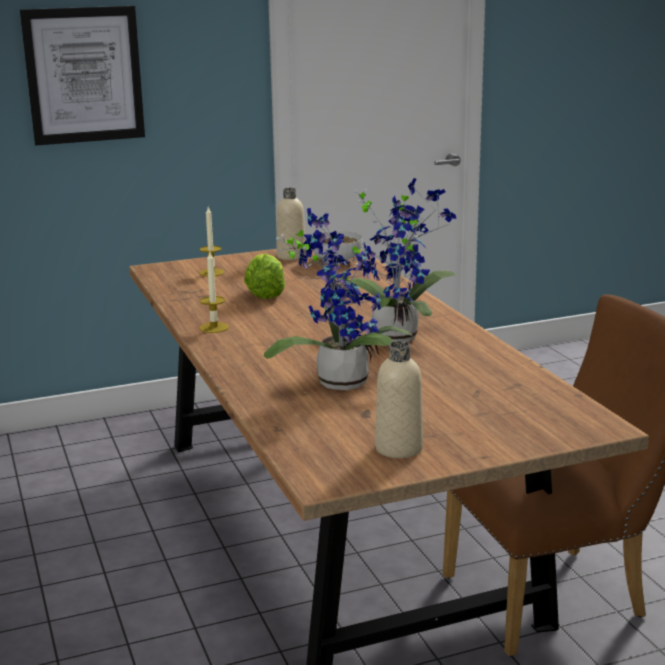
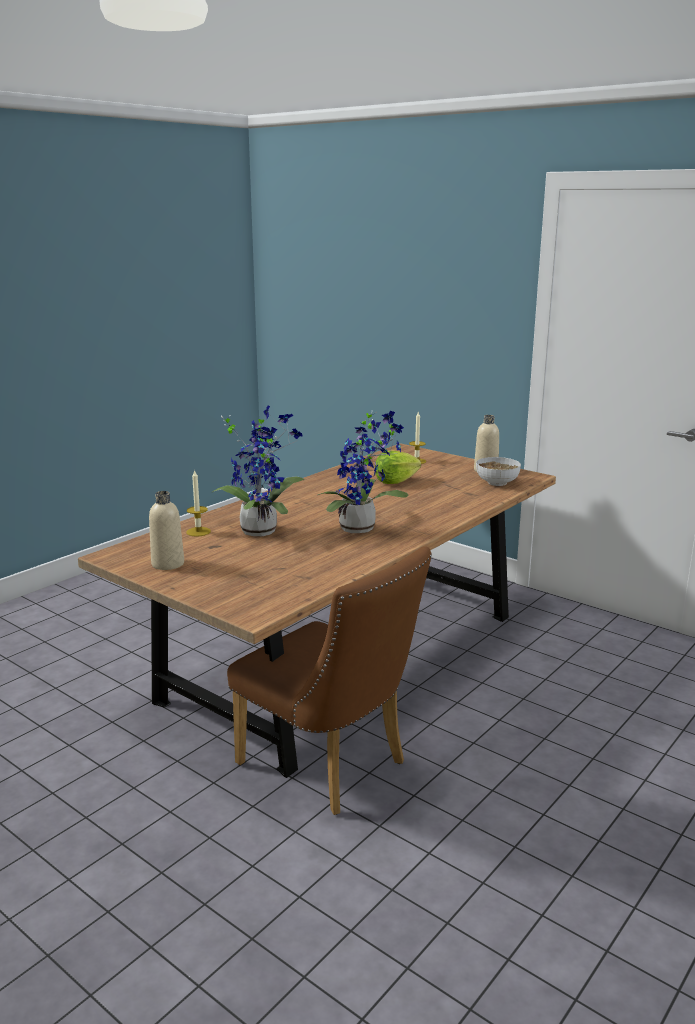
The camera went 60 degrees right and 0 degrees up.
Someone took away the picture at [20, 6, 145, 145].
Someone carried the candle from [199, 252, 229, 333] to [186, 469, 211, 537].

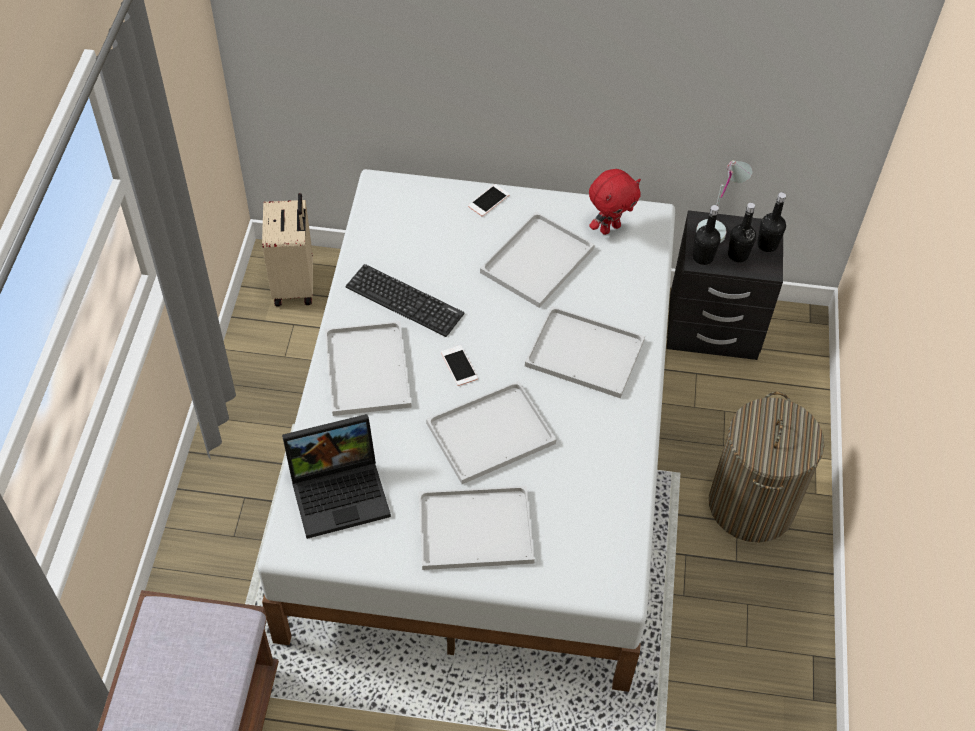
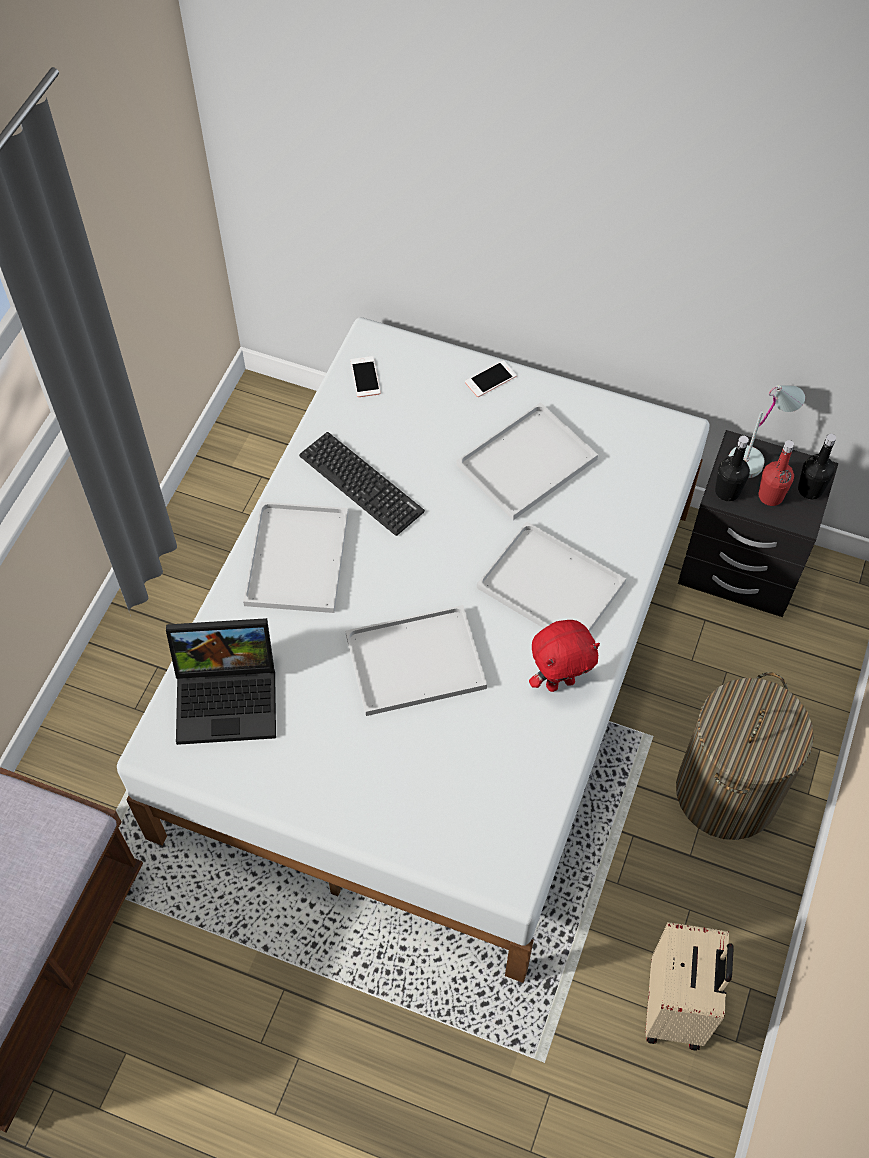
The camera went 15 degrees right and 5 degrees up.
Someone took away the white tray at [418, 486, 535, 570].
Someone carried the beige suitcase from [262, 193, 313, 306] to [645, 922, 734, 1051].
Someone carried the phone from [441, 345, 478, 386] to [350, 356, 381, 397].
Someone carried the red plush toy from [589, 169, 641, 235] to [529, 620, 600, 692].
Someone repainted the black bottle at [728, 203, 756, 263], which became the red bottle at [759, 440, 794, 506].

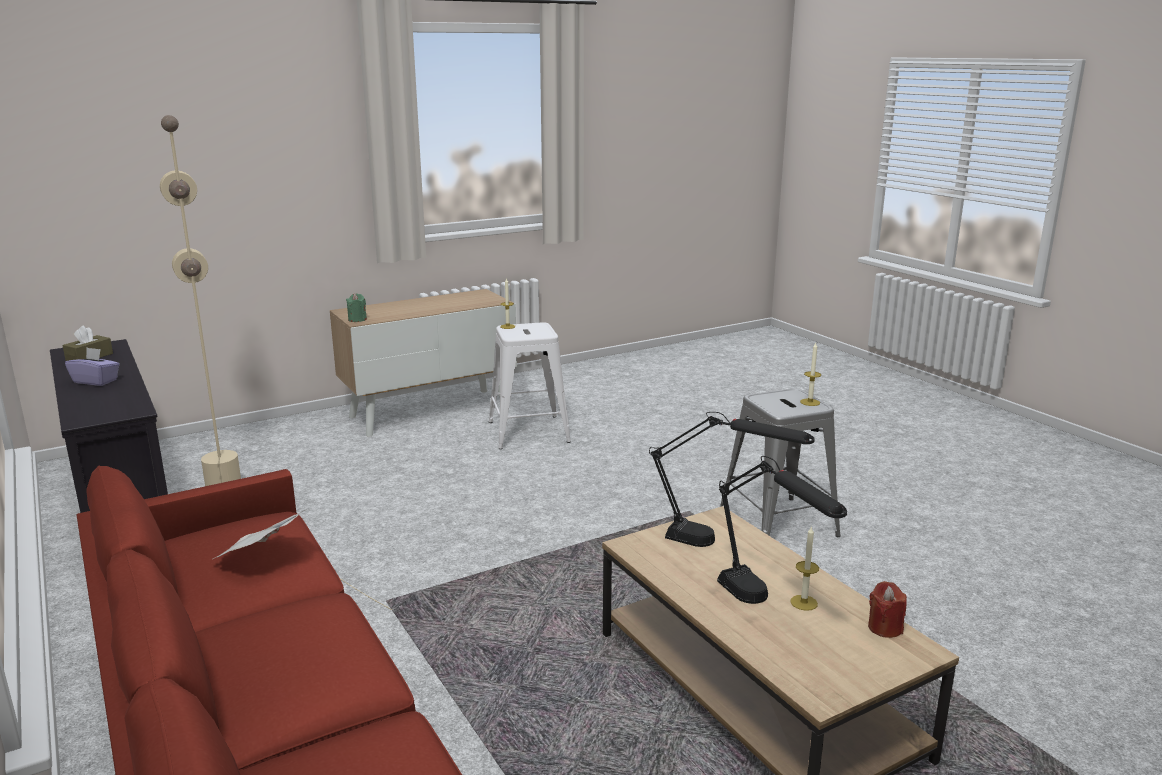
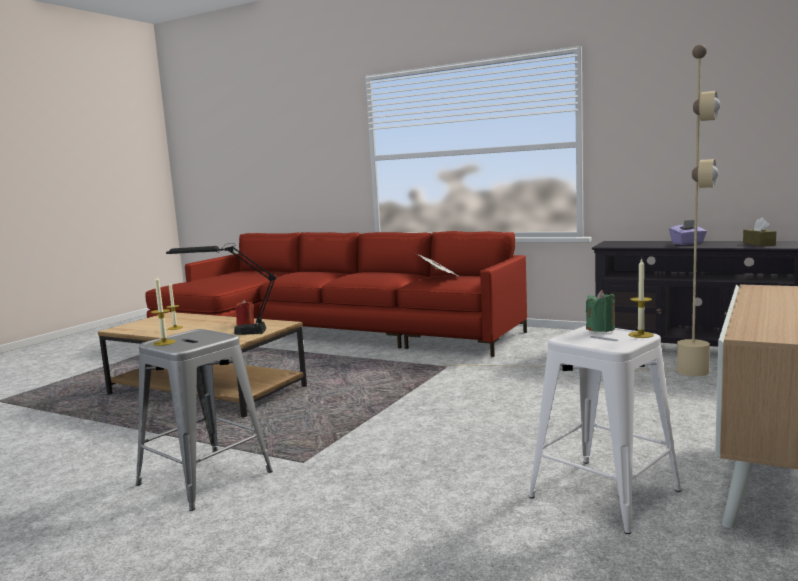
The camera went 150 degrees right and 10 degrees down.
Someone took away the black table lamp at [717, 456, 847, 604].
Someone carried the green candle from [346, 293, 367, 322] to [586, 290, 615, 332].
Someone carried the red candle from [868, 581, 907, 638] to [235, 299, 254, 325].

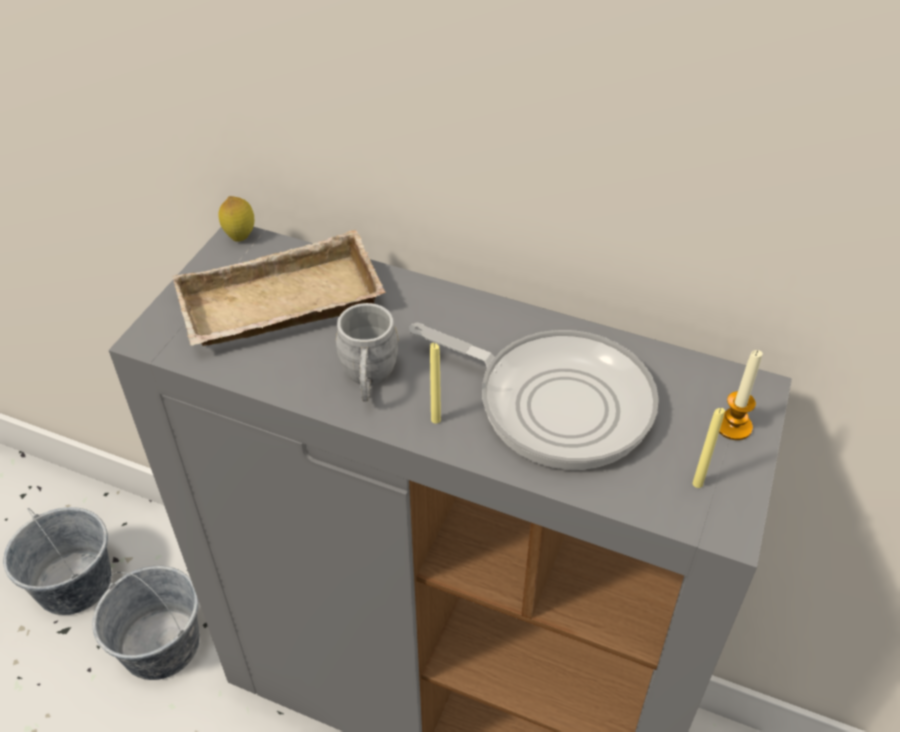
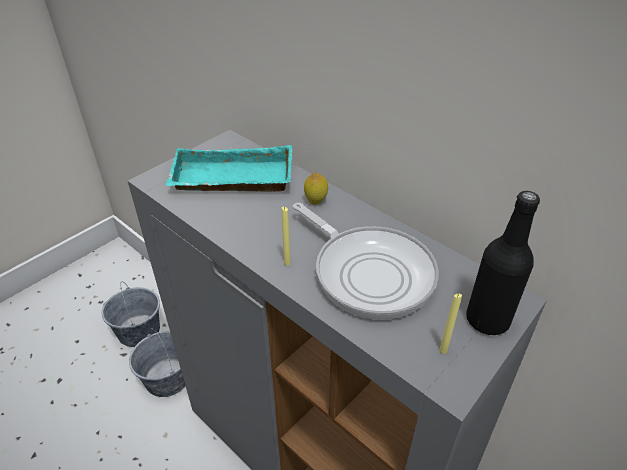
The camera went 20 degrees right and 5 degrees down.
Someone took away the grey mug at [336, 303, 399, 401].
Someone carried the lemon from [218, 196, 255, 242] to [304, 173, 328, 205].
Someone swapped the candle at [719, 350, 763, 440] for the black bottle at [466, 191, 540, 335].
Someone repainted the beige tray at [172, 230, 386, 346], which became the turquoise tray at [166, 145, 293, 192].

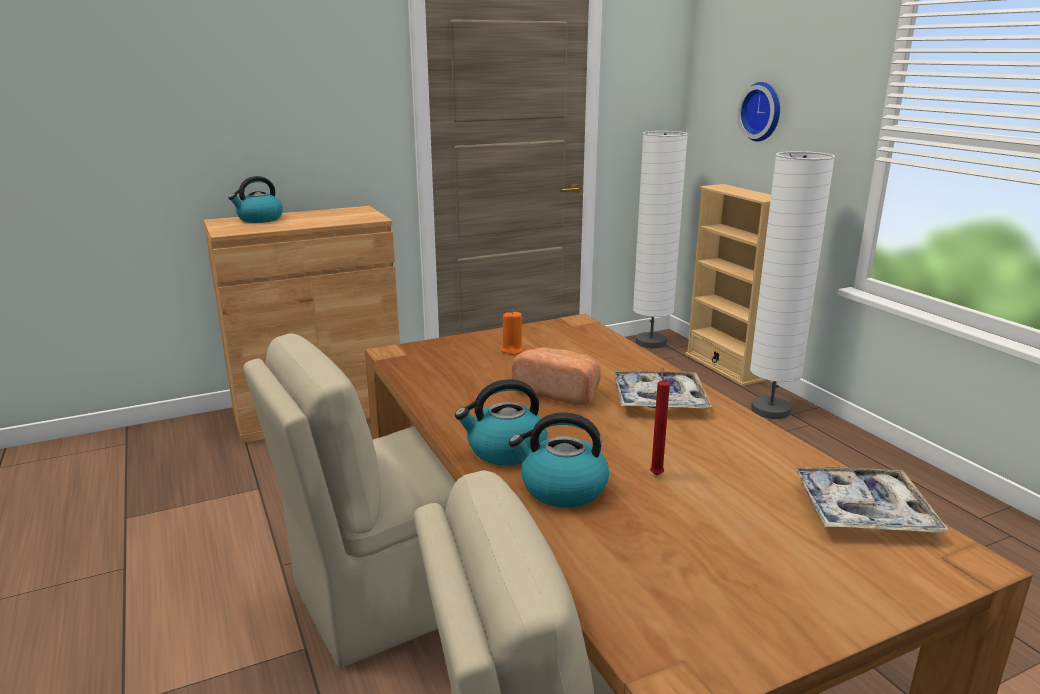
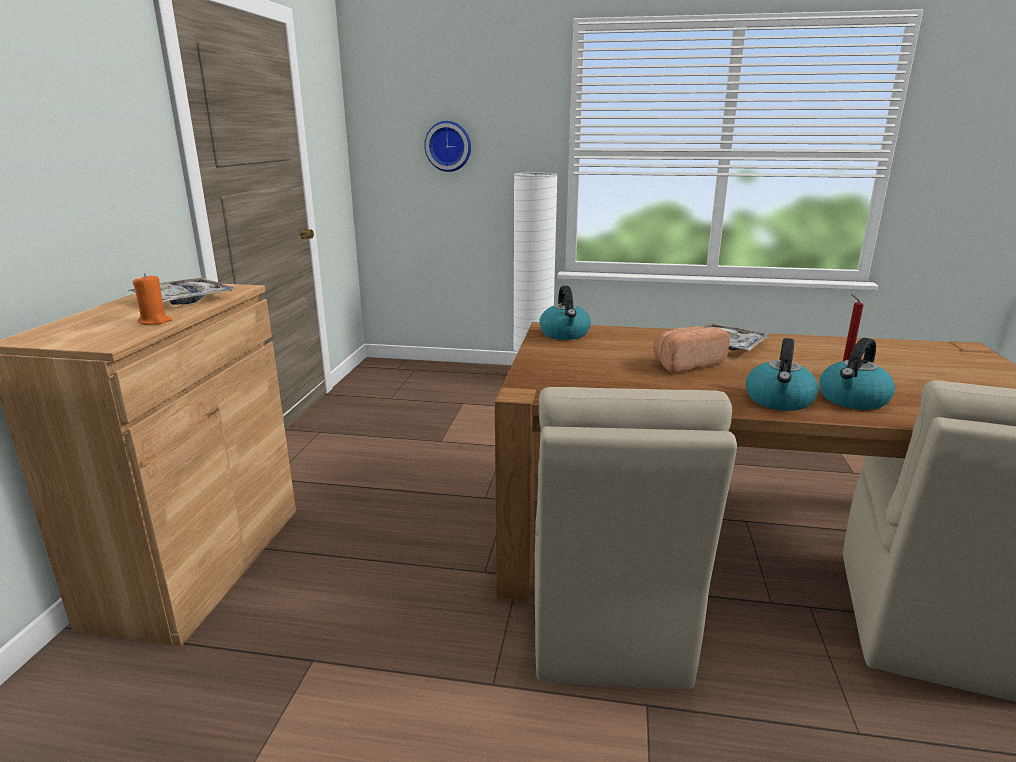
The camera went 55 degrees left and 0 degrees up.
Someone took away the white floor lamp at [633, 131, 688, 348].
Someone took away the beige bookcase at [685, 184, 771, 386].
Someone carried the kettle from [228, 176, 283, 223] to [539, 286, 591, 340].
Someone carried the orange candle from [501, 310, 525, 355] to [133, 273, 172, 325].
Someone carried the tray from [794, 467, 948, 533] to [129, 278, 235, 305].

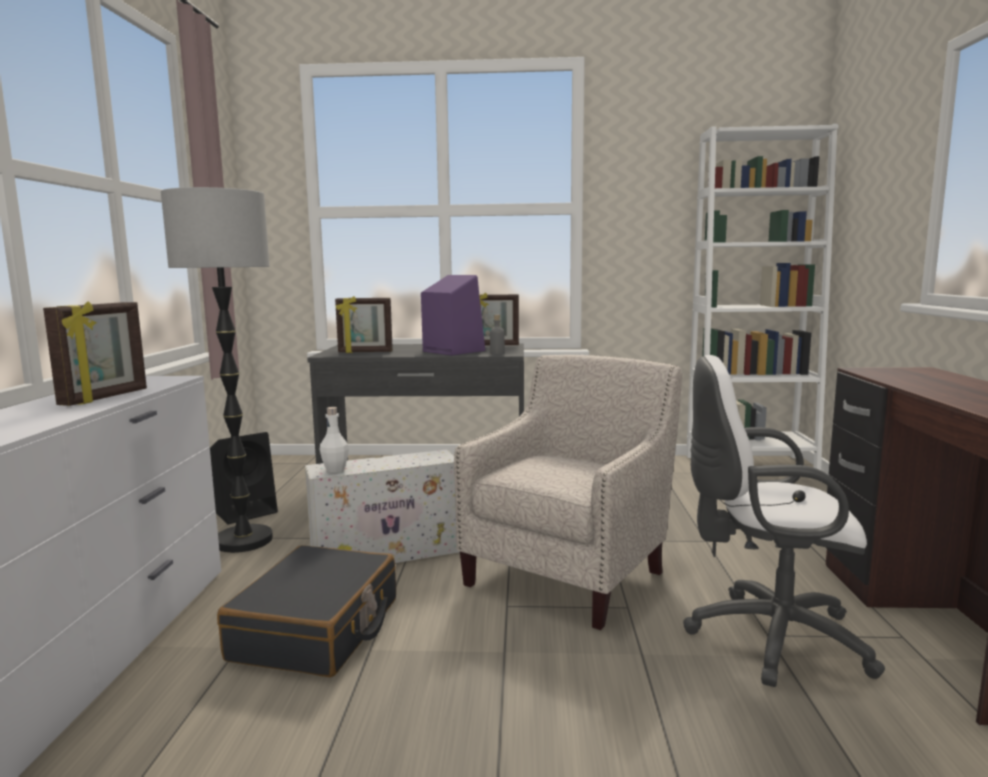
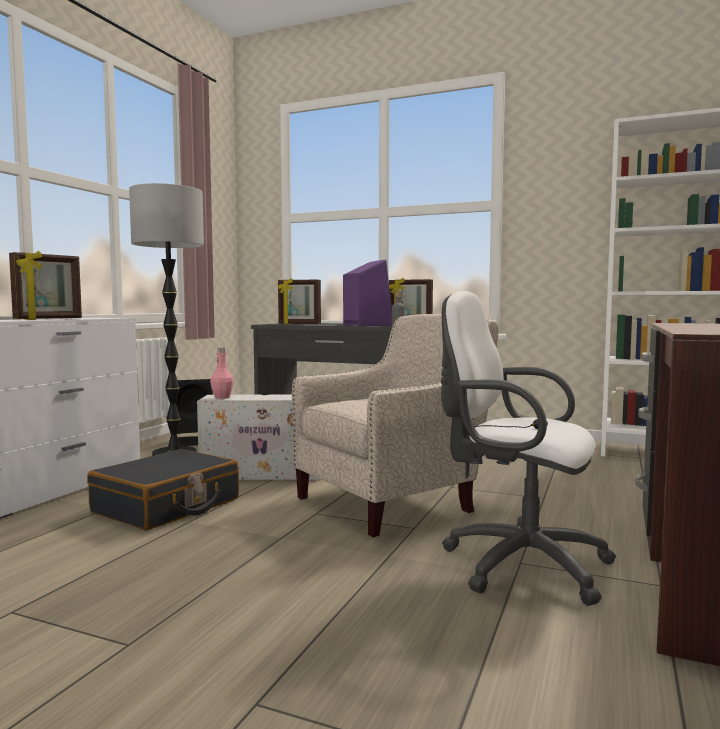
The camera went 20 degrees right and 5 degrees down.
Someone repainted the white bottle at [319, 407, 349, 473], which became the pink bottle at [210, 347, 234, 399].

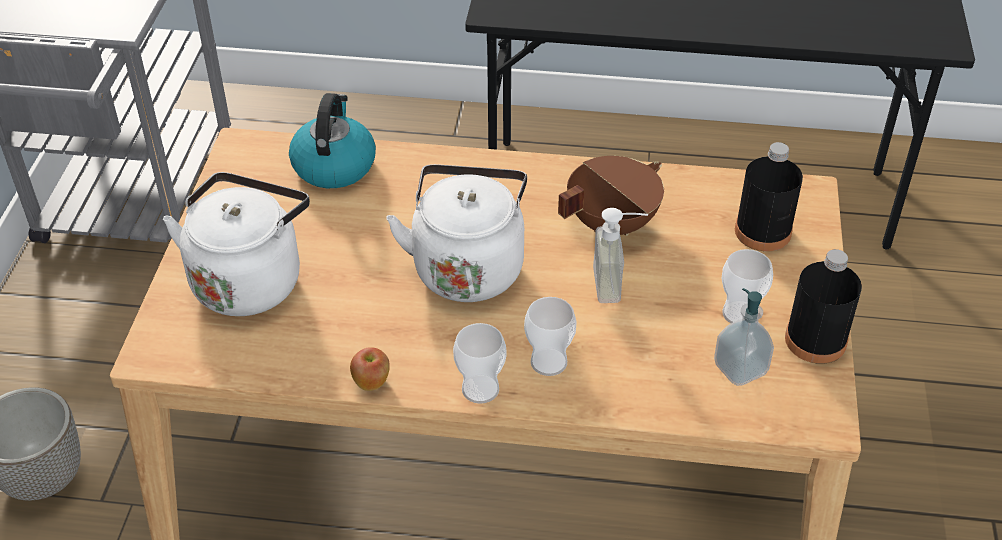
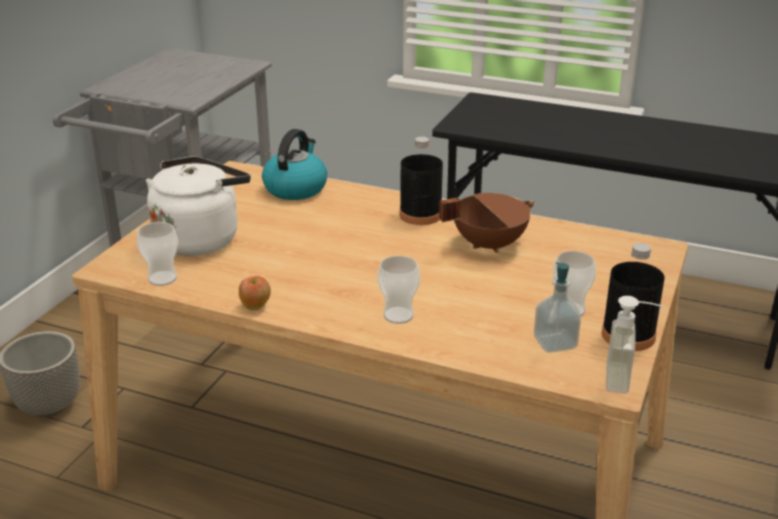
The camera went 15 degrees right and 15 degrees down.
Someone took away the white kettle at [386, 164, 527, 302].
Someone carried the cup from [453, 323, 506, 404] to [137, 222, 178, 286].
Someone carried the soap dispenser from [593, 208, 648, 303] to [606, 296, 664, 394].
Someone carried the black bottle from [735, 142, 803, 251] to [400, 137, 443, 225].

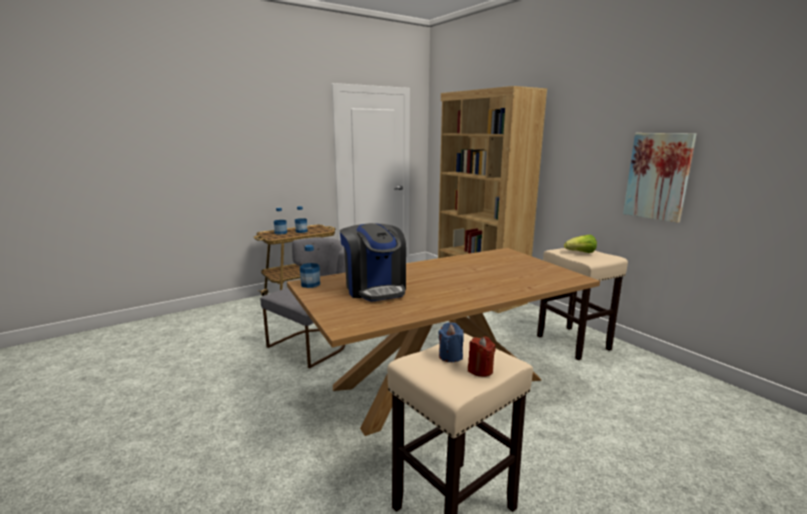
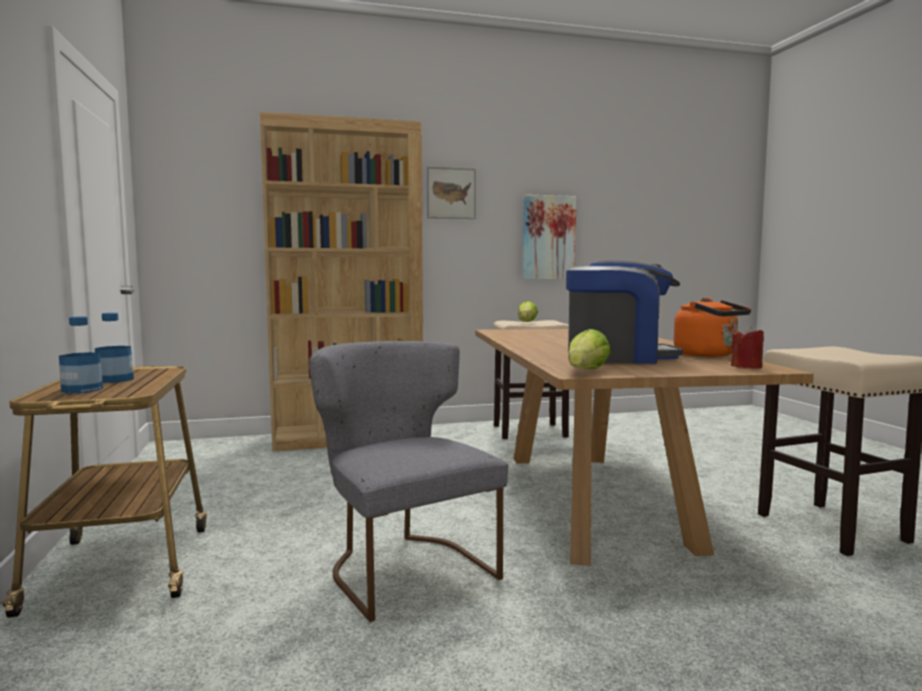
The camera went 70 degrees left and 10 degrees down.
Someone took away the blue candle at [438, 322, 464, 362].
Someone put up the picture at [427, 166, 476, 219].
Someone put down the orange kettle at [674, 297, 751, 357].
Someone carried the red candle from [468, 337, 496, 377] to [731, 326, 764, 369].
Someone swapped the bottle at [300, 245, 320, 288] for the lettuce at [568, 329, 611, 370].

